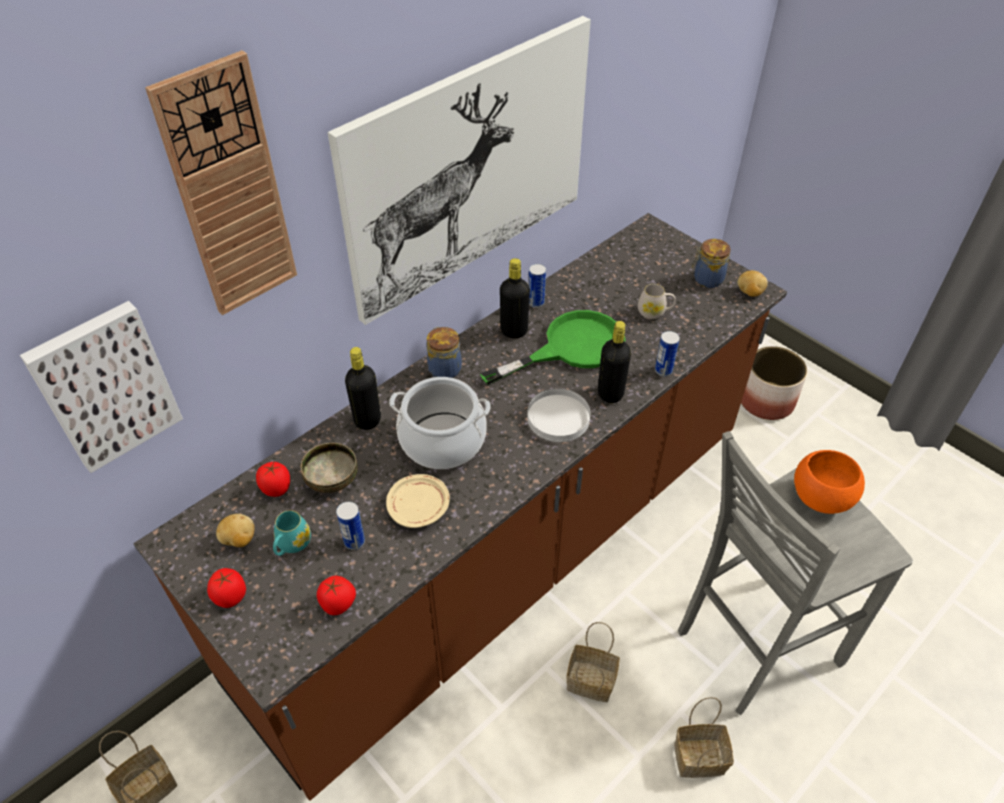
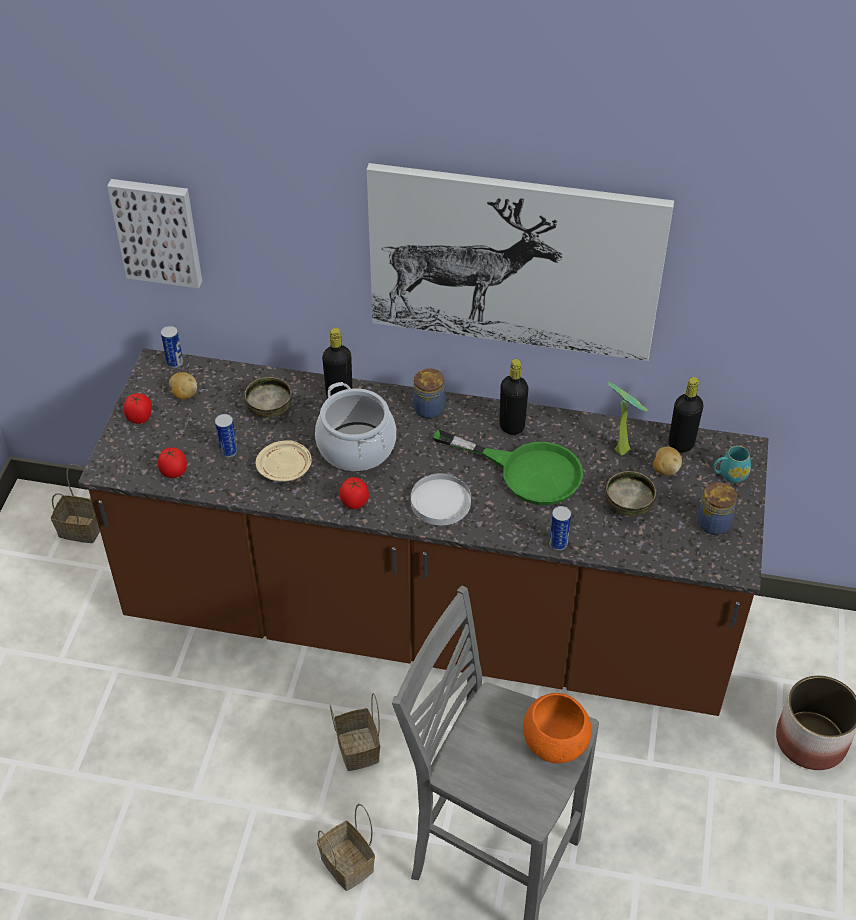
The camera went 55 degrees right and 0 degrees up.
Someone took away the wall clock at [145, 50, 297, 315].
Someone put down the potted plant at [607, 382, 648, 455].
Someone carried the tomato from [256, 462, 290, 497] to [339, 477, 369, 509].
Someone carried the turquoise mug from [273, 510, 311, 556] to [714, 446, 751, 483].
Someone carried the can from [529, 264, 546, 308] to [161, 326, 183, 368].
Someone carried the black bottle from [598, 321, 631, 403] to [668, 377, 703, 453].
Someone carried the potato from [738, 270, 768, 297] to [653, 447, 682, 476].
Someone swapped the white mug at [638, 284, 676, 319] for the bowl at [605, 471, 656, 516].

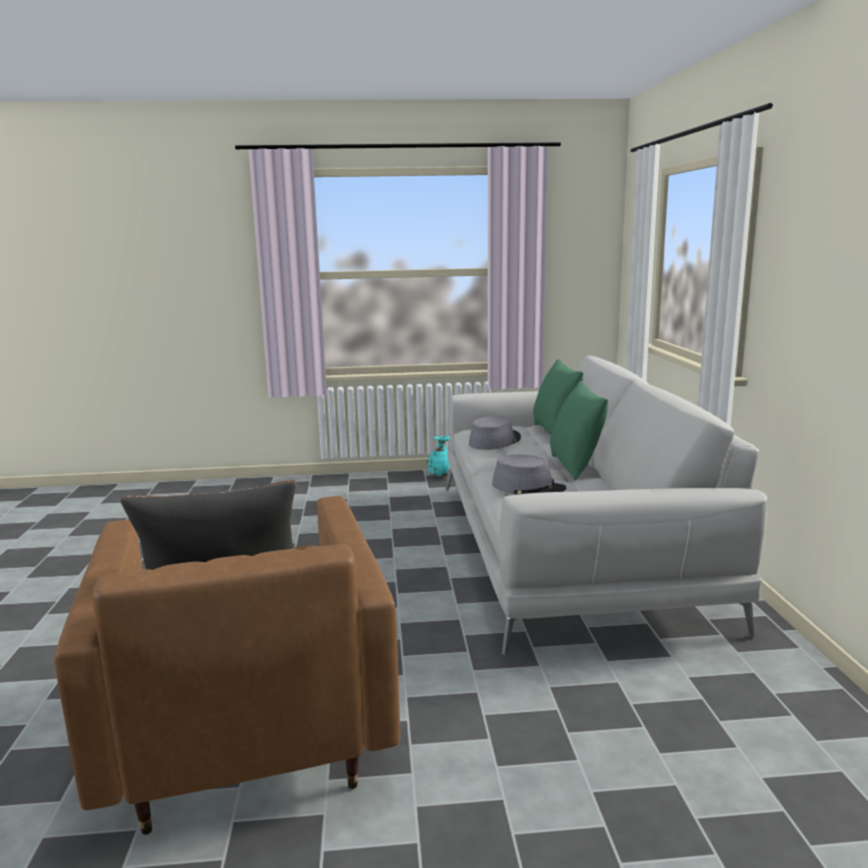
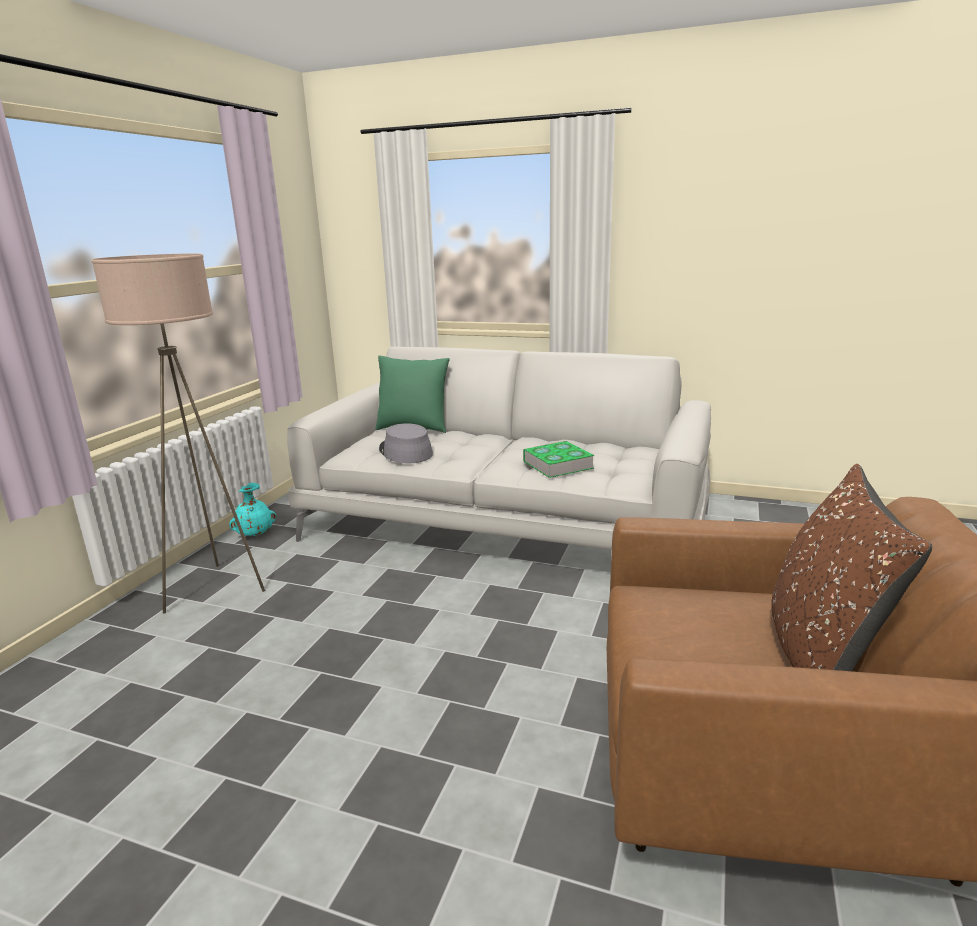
The camera went 65 degrees left and 5 degrees up.
Someone took away the green pillow at [550, 381, 608, 480].
Someone put down the beige floor lamp at [91, 254, 265, 614].
Someone swapped the grey hat at [492, 455, 566, 495] for the book at [523, 441, 594, 478].

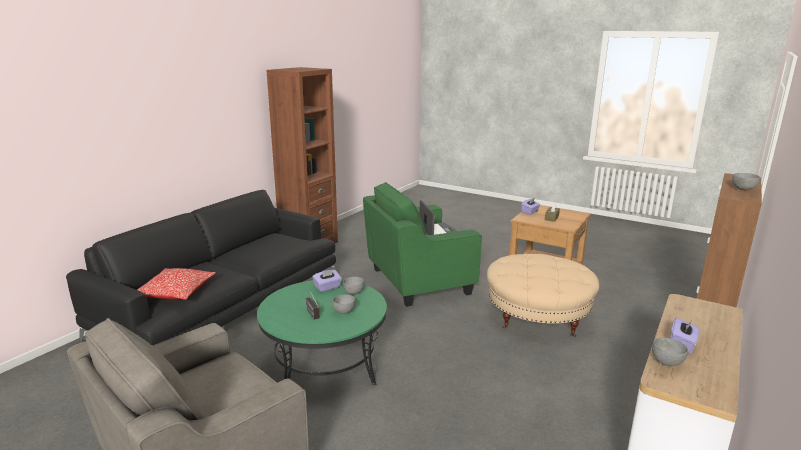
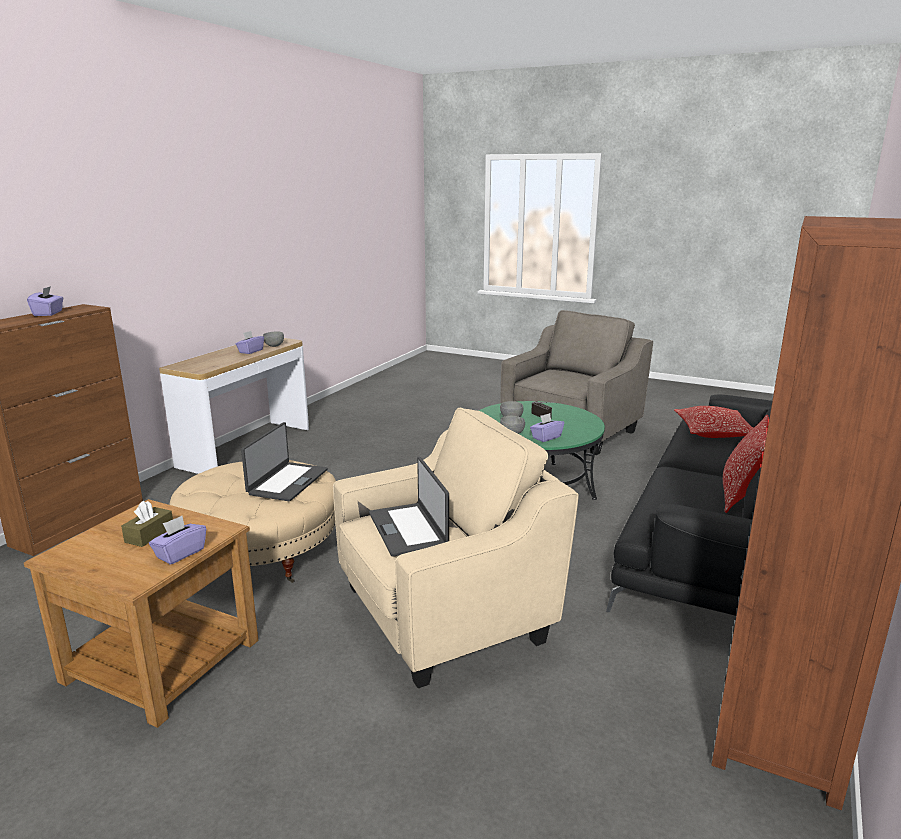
The camera went 175 degrees right and 0 degrees up.
Someone put down the laptop at [241, 422, 327, 501].
Someone put down the pillow at [723, 415, 769, 513].
Someone swapped the grey bowl at [732, 173, 760, 190] for the purple tissue box at [27, 286, 63, 316].
Someone repainted the green armchair at [363, 182, 482, 307], which became the beige armchair at [333, 408, 579, 688].

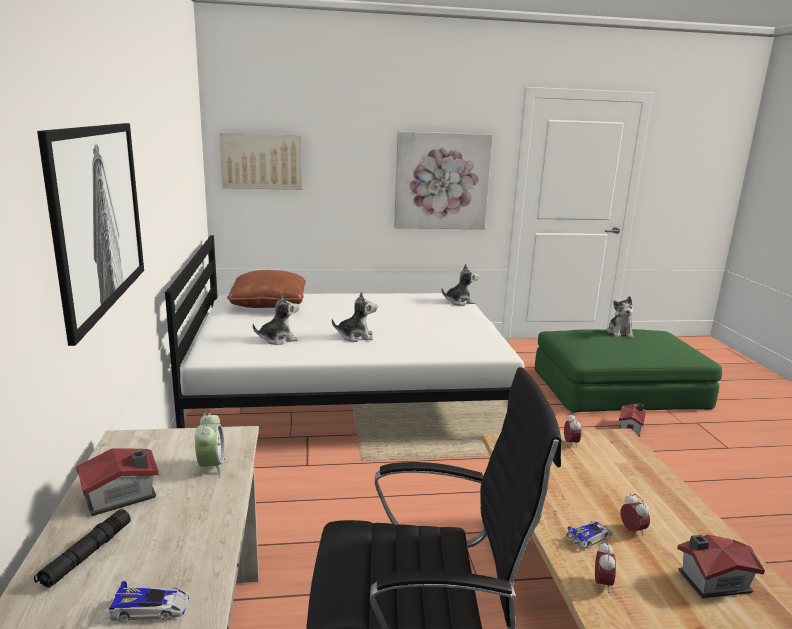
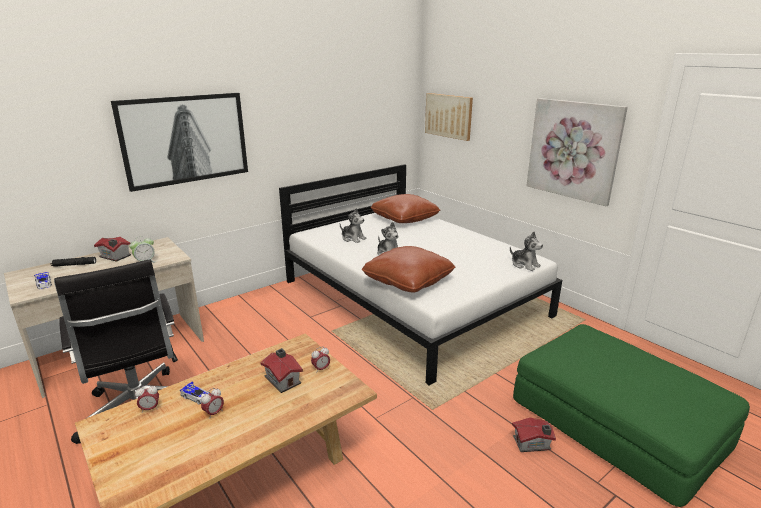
The camera went 60 degrees right and 5 degrees up.
Someone took away the plush toy at [607, 296, 634, 338].
Someone put down the brown pillow at [362, 246, 455, 293].
Someone carried the toy house from [677, 535, 765, 598] to [260, 348, 303, 393].

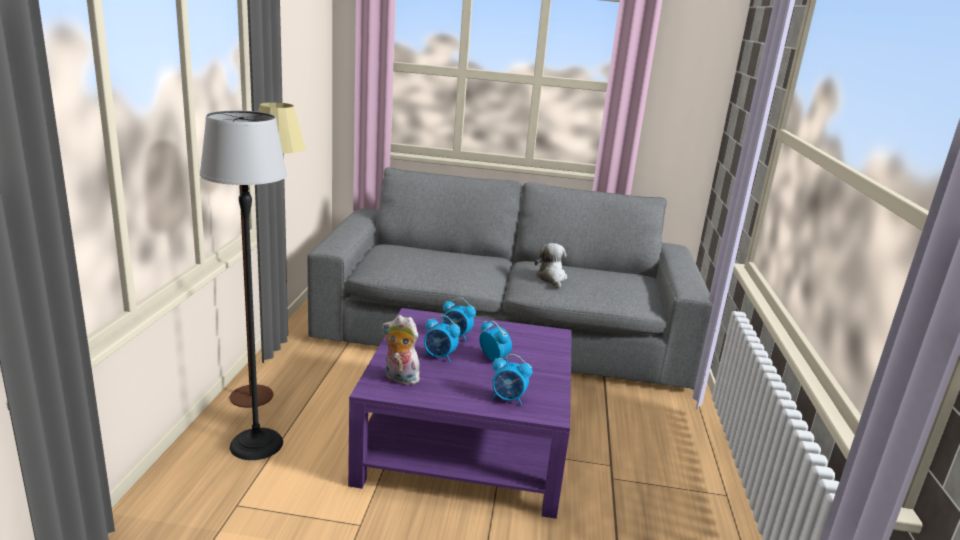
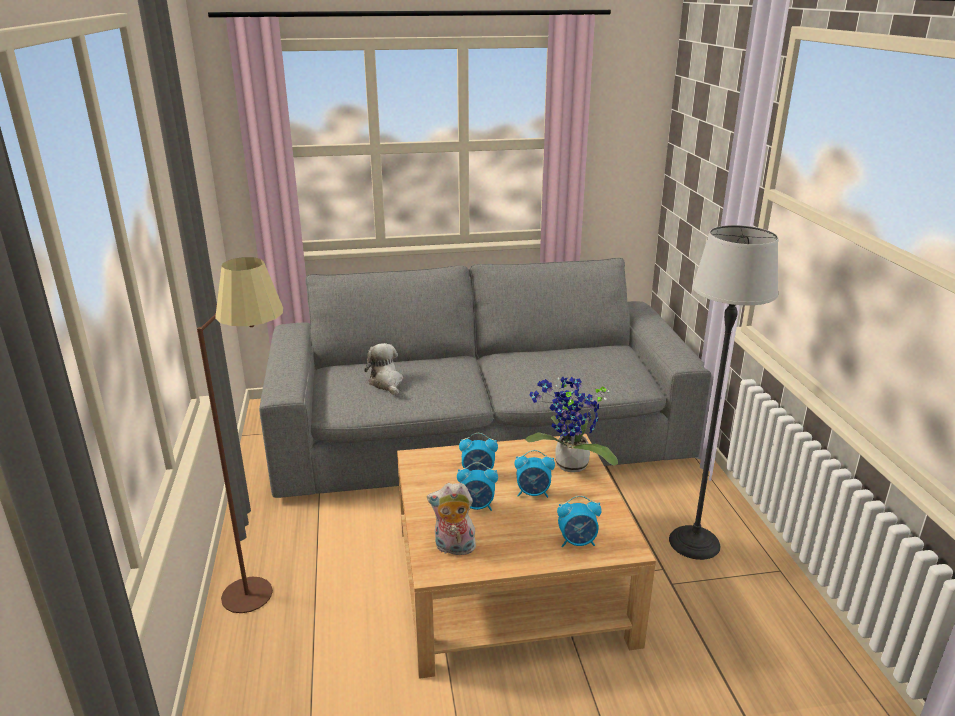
The camera went 15 degrees left and 5 degrees up.
Someone put down the potted plant at [526, 377, 618, 472].
Someone carried the floor lamp from [200, 111, 287, 460] to [669, 225, 778, 560].
Someone carried the plush toy from [535, 243, 567, 289] to [364, 343, 403, 396].
Someone repainted the purple coffee table at [348, 308, 572, 519], which became the beige coffee table at [397, 434, 656, 679].
Someone rotated the alarm clock at [479, 321, 512, 363] by 150 degrees clockwise.

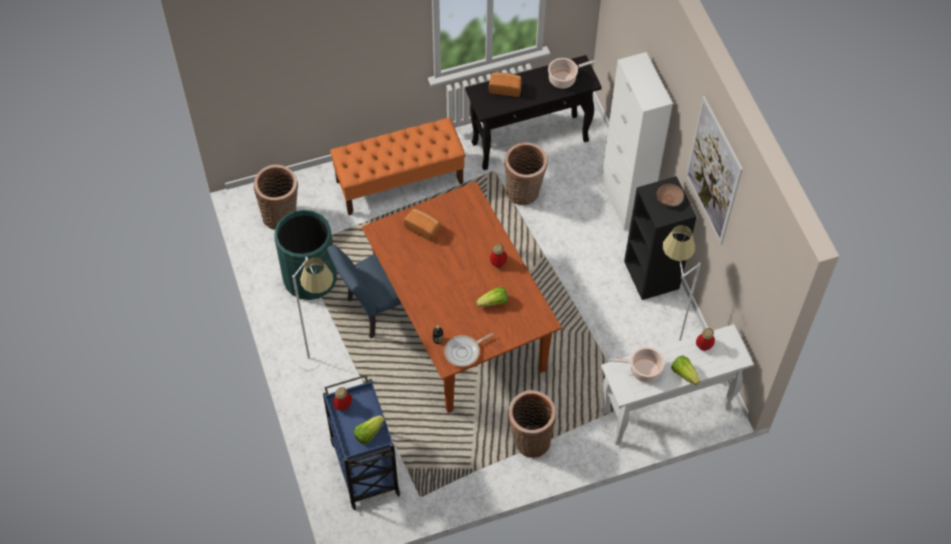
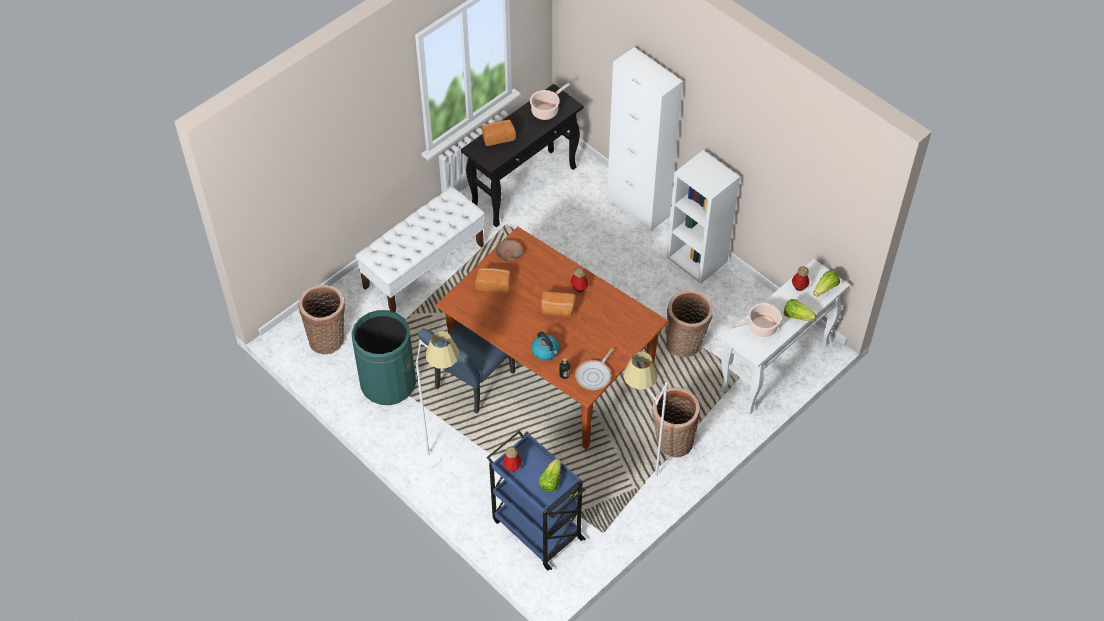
The camera went 25 degrees left and 5 degrees down.
Someone took away the picture at [686, 96, 743, 245].
Someone put down the kettle at [531, 331, 559, 361].
Someone put down the bread at [541, 291, 576, 316].
Someone carried the lettuce from [476, 287, 508, 307] to [813, 270, 840, 297].
Someone carried the basket from [504, 142, 548, 205] to [666, 290, 713, 357].
Someone carried the brown bowl from [657, 184, 684, 207] to [496, 240, 522, 261].
Someone carried the white floor lamp from [663, 225, 701, 345] to [623, 352, 671, 488].
Someone repainted the orange bench at [330, 117, 466, 215], which became the white bench at [355, 186, 485, 312].
Someone repainted the black bookcase at [624, 176, 697, 300], which became the white bookcase at [666, 150, 740, 284].

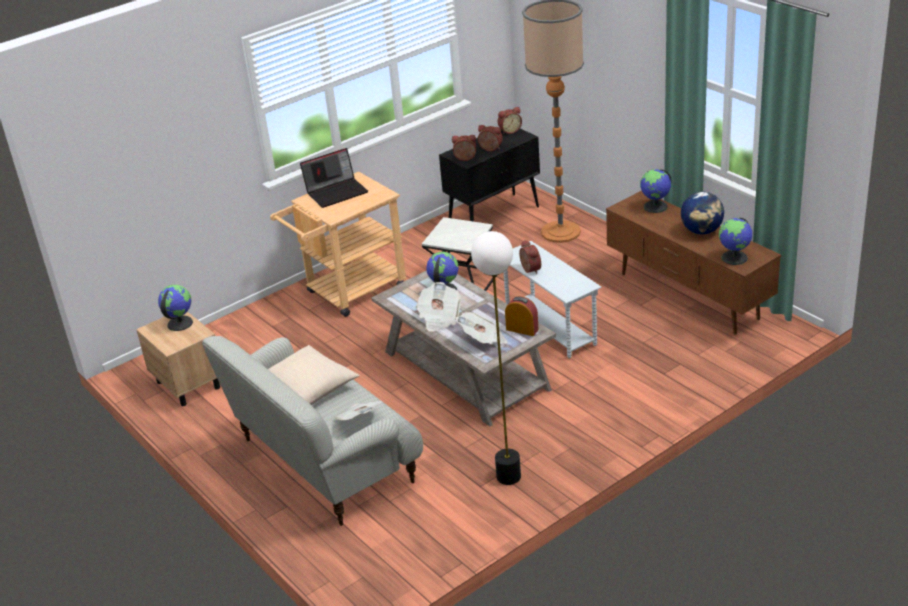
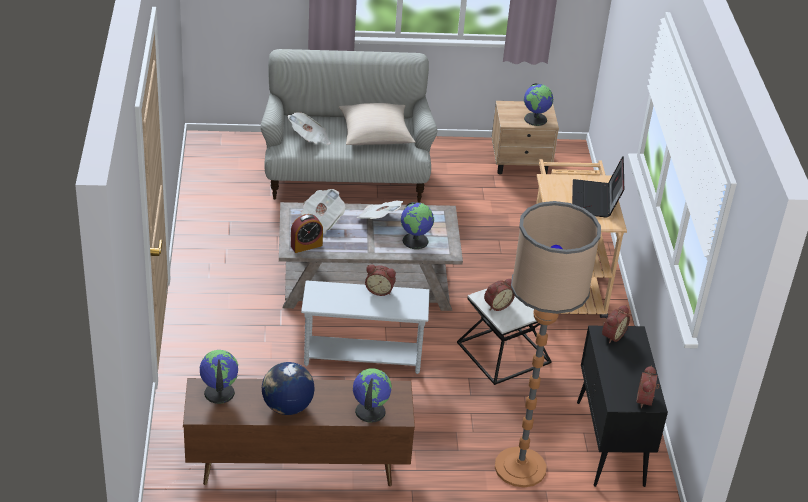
The camera went 120 degrees right and 5 degrees up.
Someone took away the floor lamp at [471, 231, 521, 485].
Someone carried the alarm clock from [478, 125, 503, 151] to [484, 279, 515, 311].

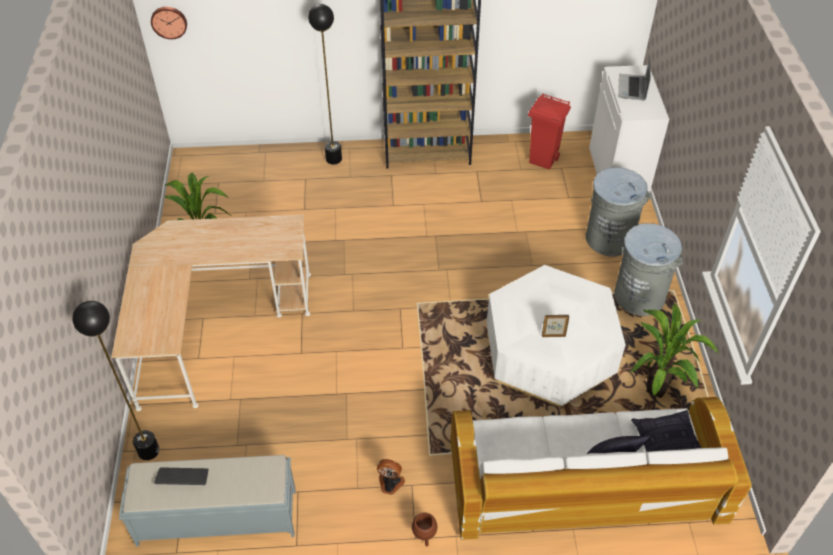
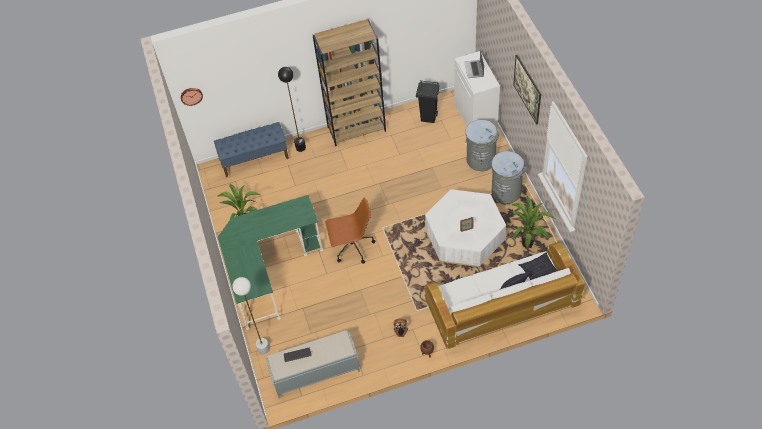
The camera went 10 degrees left and 5 degrees up.
Someone put down the blue bench at [214, 122, 289, 177].
Someone put down the brown office chair at [325, 198, 375, 264].
Someone put up the picture at [513, 55, 541, 125].
Someone repainted the black floor lamp at [72, 301, 160, 460], which became the white floor lamp at [232, 277, 270, 354].
Someone repainted the beige desk at [111, 215, 311, 411], which became the green desk at [218, 195, 323, 330].
Someone repainted the red trash can at [528, 93, 571, 170], which became the black trash can at [416, 81, 440, 123].

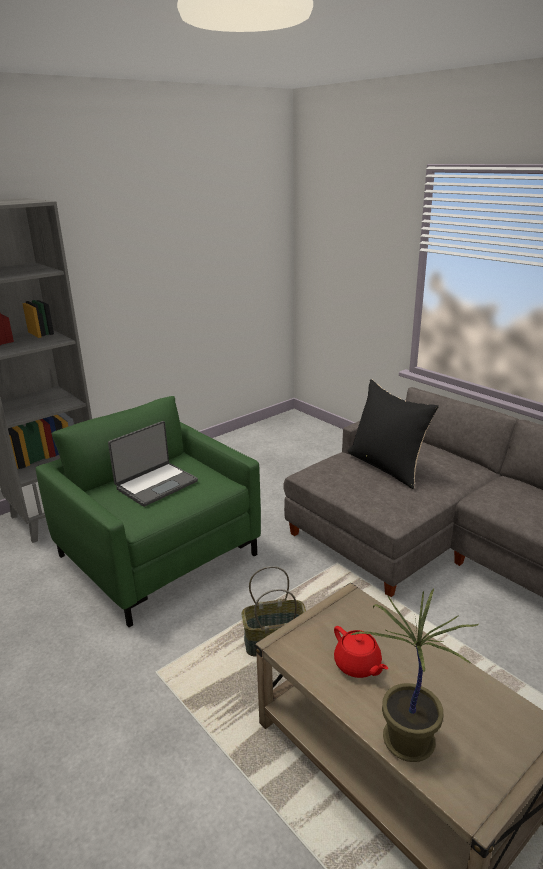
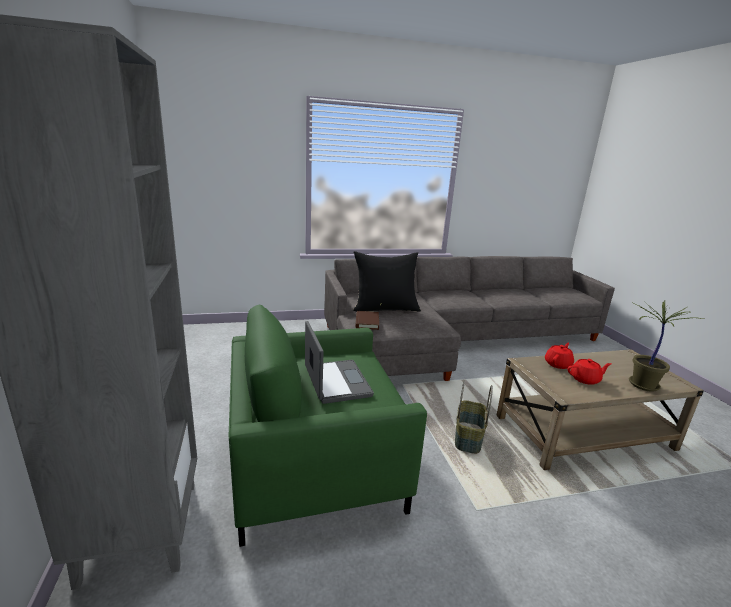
The camera went 65 degrees left and 5 degrees down.
Someone put down the brown book at [355, 311, 379, 330].
Someone put down the red teapot at [545, 343, 574, 369].

